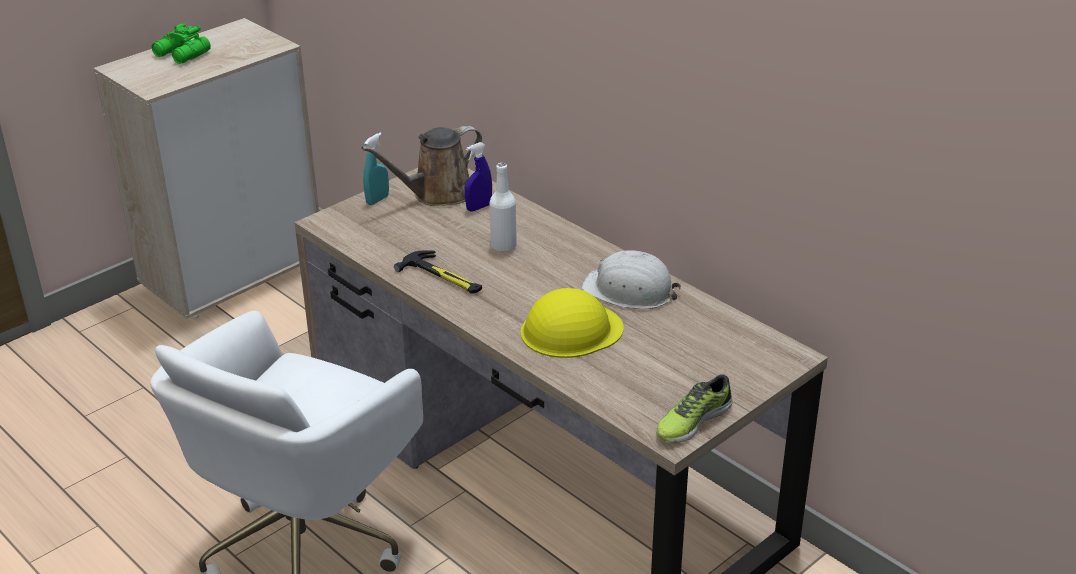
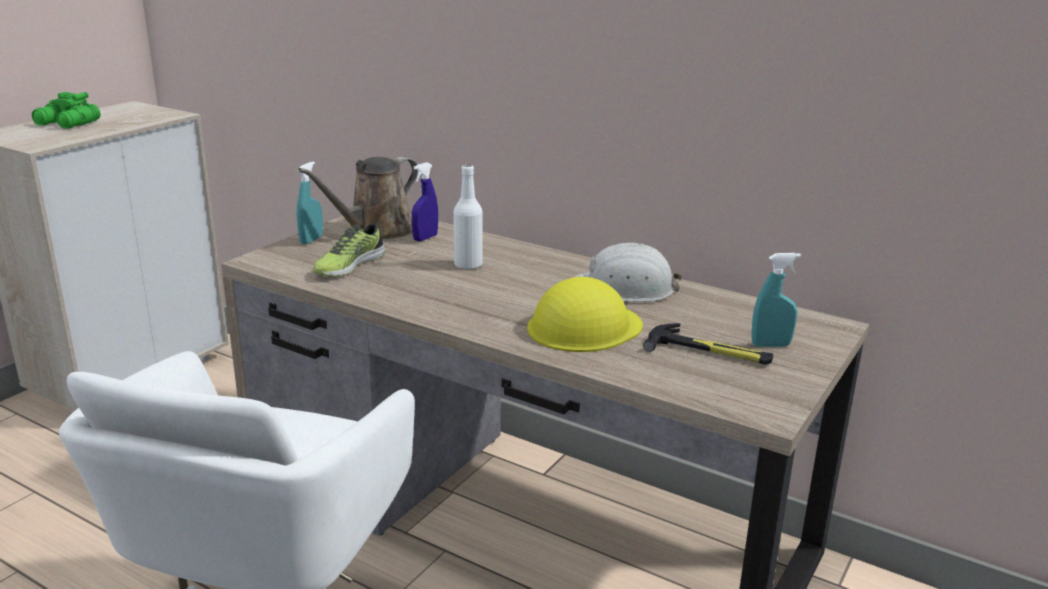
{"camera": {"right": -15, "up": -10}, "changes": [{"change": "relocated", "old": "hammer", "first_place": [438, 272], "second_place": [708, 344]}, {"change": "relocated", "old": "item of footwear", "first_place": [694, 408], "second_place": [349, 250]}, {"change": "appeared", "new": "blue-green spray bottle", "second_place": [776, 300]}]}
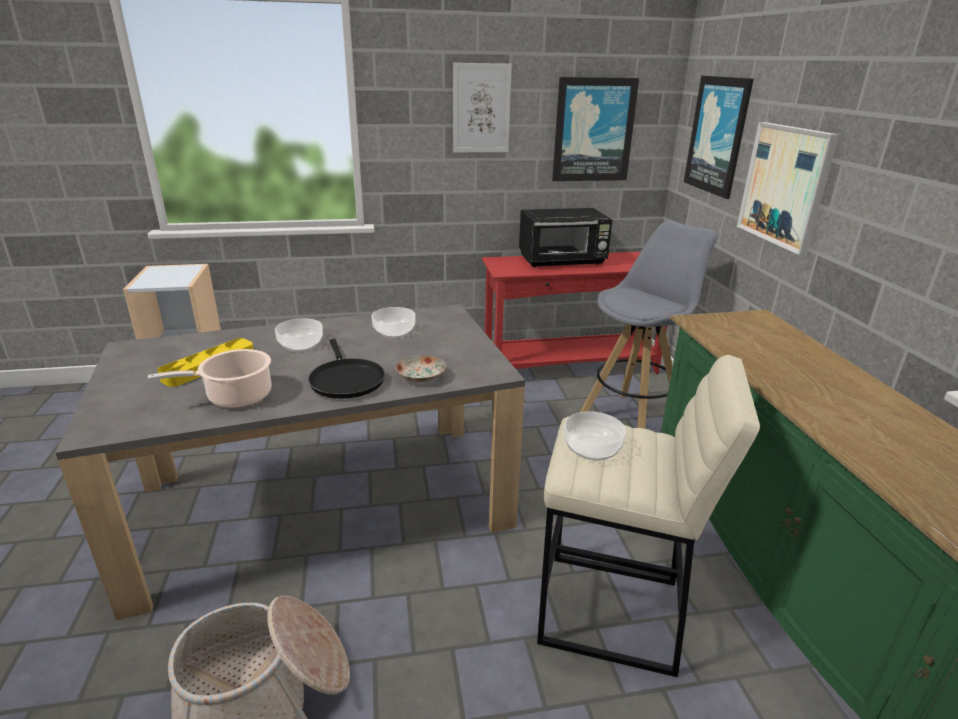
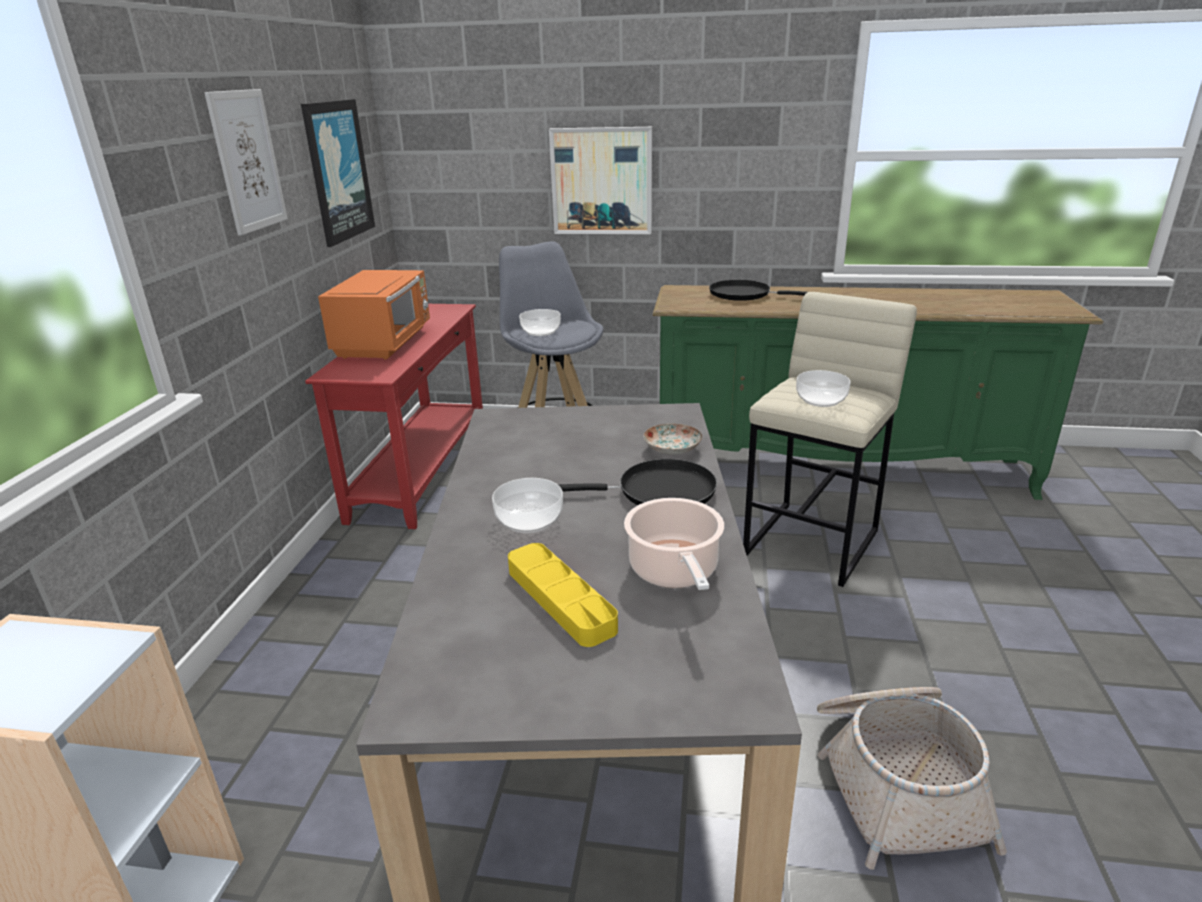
{"camera": {"right": -70, "up": 0}, "changes": [{"change": "missing", "old": "picture", "first_place": [719, 137]}, {"change": "colour", "old": "black kitchen microwave", "new": "orange-coloured kitchen microwave", "first_place": [565, 237], "second_place": [374, 314]}, {"change": "relocated", "old": "serving bowl", "first_place": [394, 322], "second_place": [540, 322]}, {"change": "appeared", "new": "black frying pan", "second_place": [758, 290]}]}
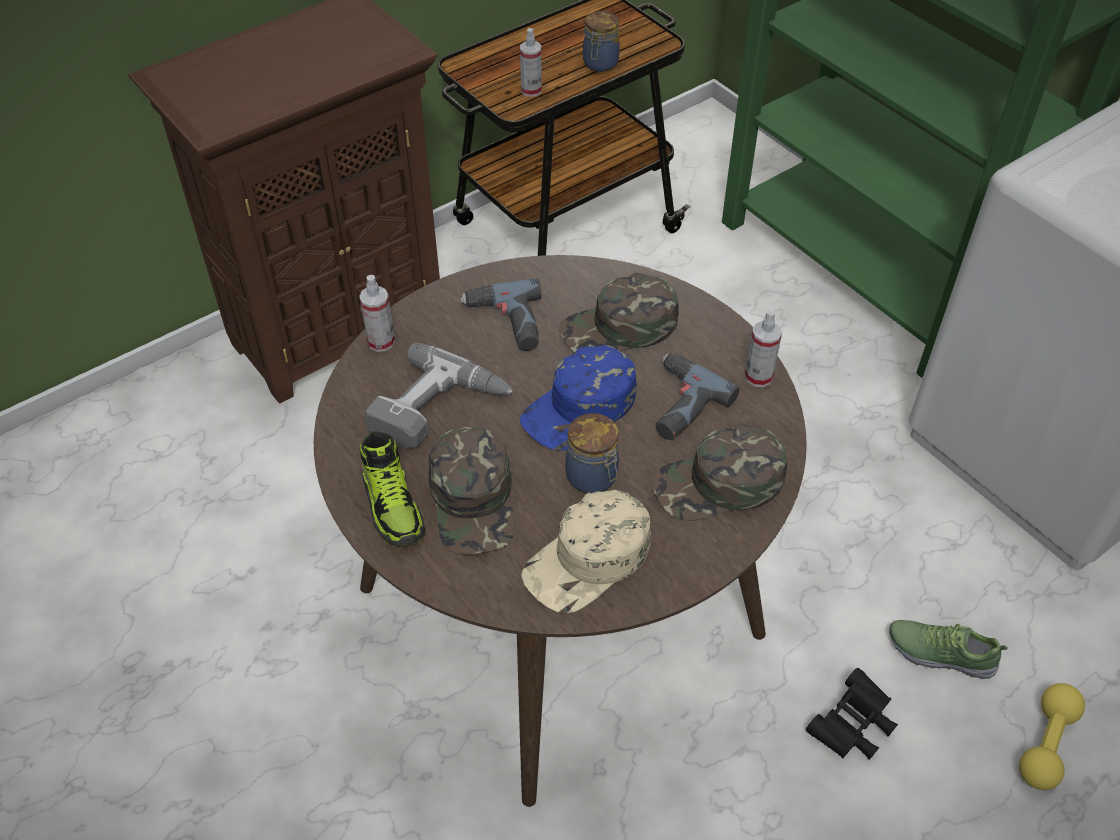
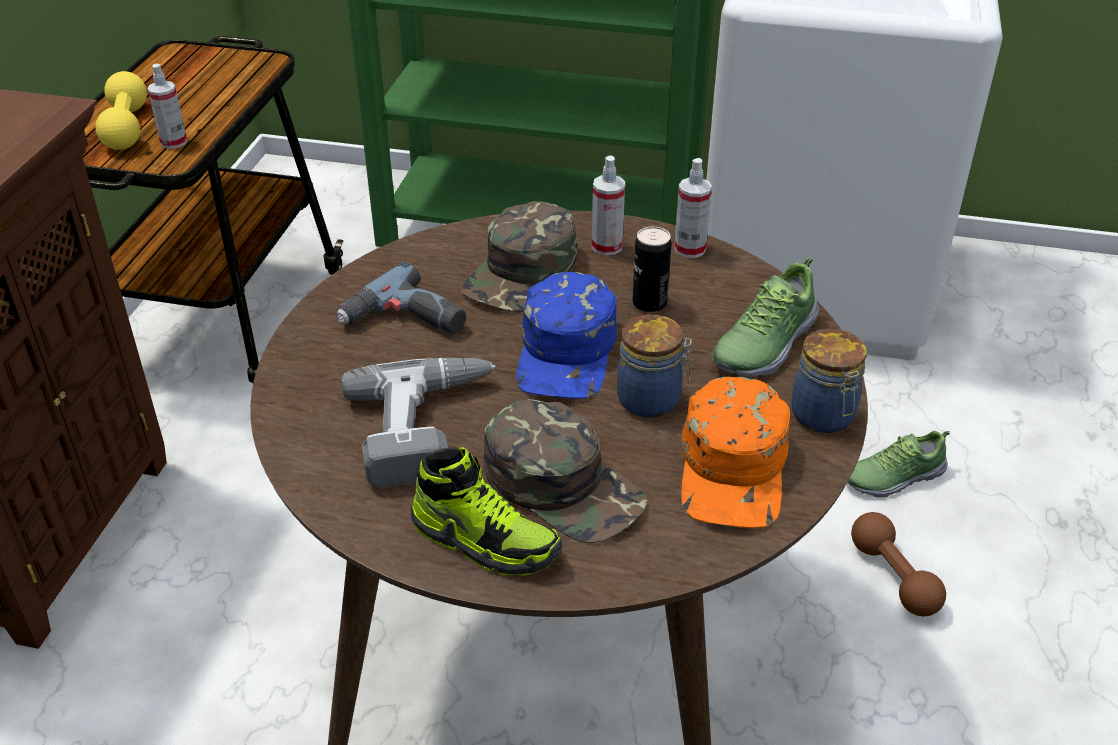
{"camera": {"right": -40, "up": -10}, "changes": [{"change": "relocated", "old": "jar", "first_place": [601, 41], "second_place": [829, 381]}, {"change": "relocated", "old": "spray bottle", "first_place": [377, 313], "second_place": [608, 205]}, {"change": "exchanged", "old": "power drill", "new": "can", "first_place": [698, 396], "second_place": [651, 269]}, {"change": "exchanged", "old": "green-coloured baseball cap", "new": "item of footwear", "first_place": [719, 472], "second_place": [765, 317]}, {"change": "colour", "old": "beige-coloured baseball cap", "new": "orange-coloured baseball cap", "first_place": [586, 551], "second_place": [735, 452]}, {"change": "exchanged", "old": "black field glasses", "new": "brown free weight", "first_place": [852, 714], "second_place": [898, 564]}, {"change": "relocated", "old": "yellow free weight", "first_place": [1052, 736], "second_place": [121, 110]}]}
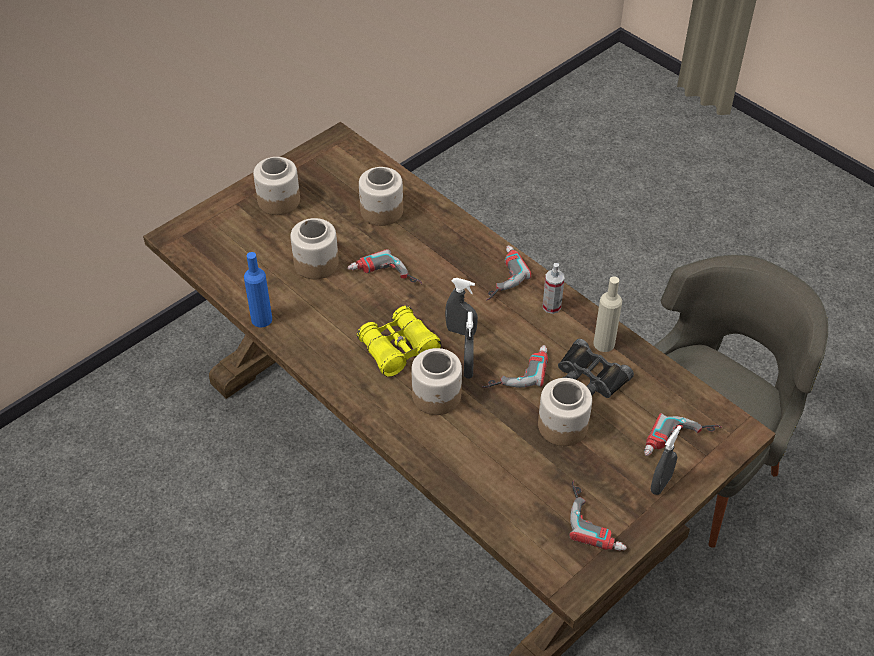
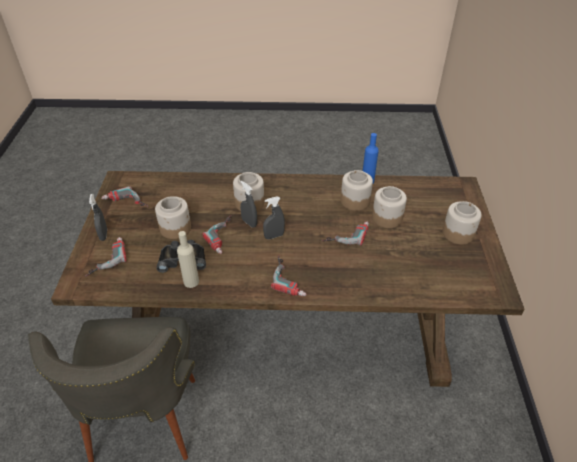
{"camera": {"right": 135, "up": -5}, "changes": [{"change": "relocated", "old": "jar", "first_place": [381, 196], "second_place": [357, 190]}, {"change": "missing", "old": "spray bottle", "first_place": [554, 288]}, {"change": "missing", "old": "yellow field glasses", "first_place": [399, 341]}]}
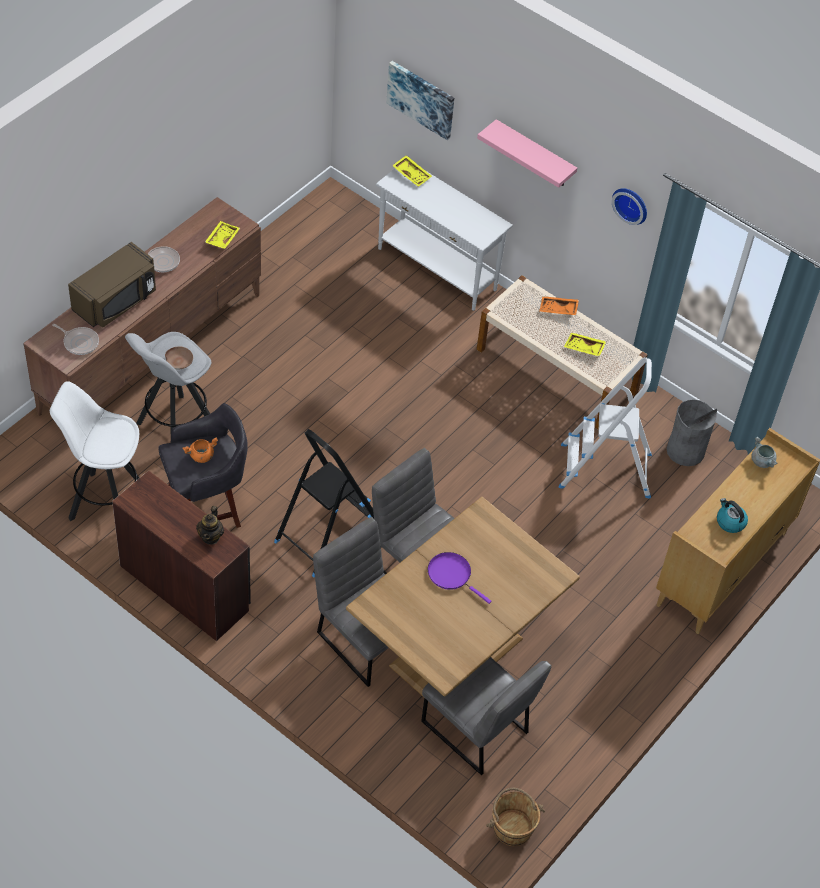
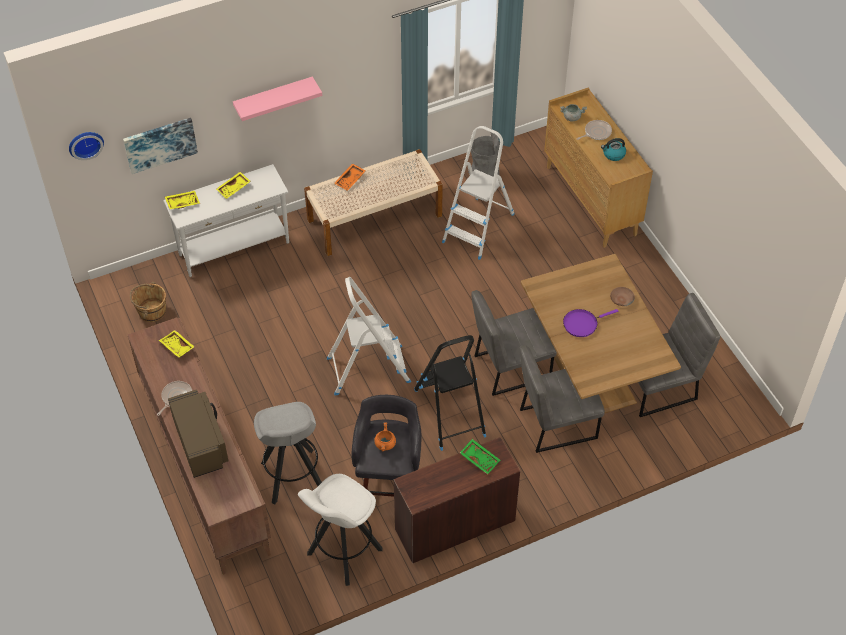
{"camera": {"right": -60, "up": 0}, "changes": [{"change": "relocated", "old": "wall clock", "first_place": [629, 206], "second_place": [86, 146]}, {"change": "relocated", "old": "frying pan", "first_place": [76, 339], "second_place": [594, 130]}, {"change": "relocated", "old": "yellow carrying tray", "first_place": [585, 344], "second_place": [233, 185]}, {"change": "relocated", "old": "brown serving bowl", "first_place": [179, 358], "second_place": [622, 296]}, {"change": "exchanged", "old": "tea pot", "new": "green-coloured carrying tray", "first_place": [210, 525], "second_place": [480, 456]}, {"change": "relocated", "old": "brown pail", "first_place": [515, 817], "second_place": [148, 302]}, {"change": "appeared", "new": "whitish stepladder", "second_place": [369, 336]}]}
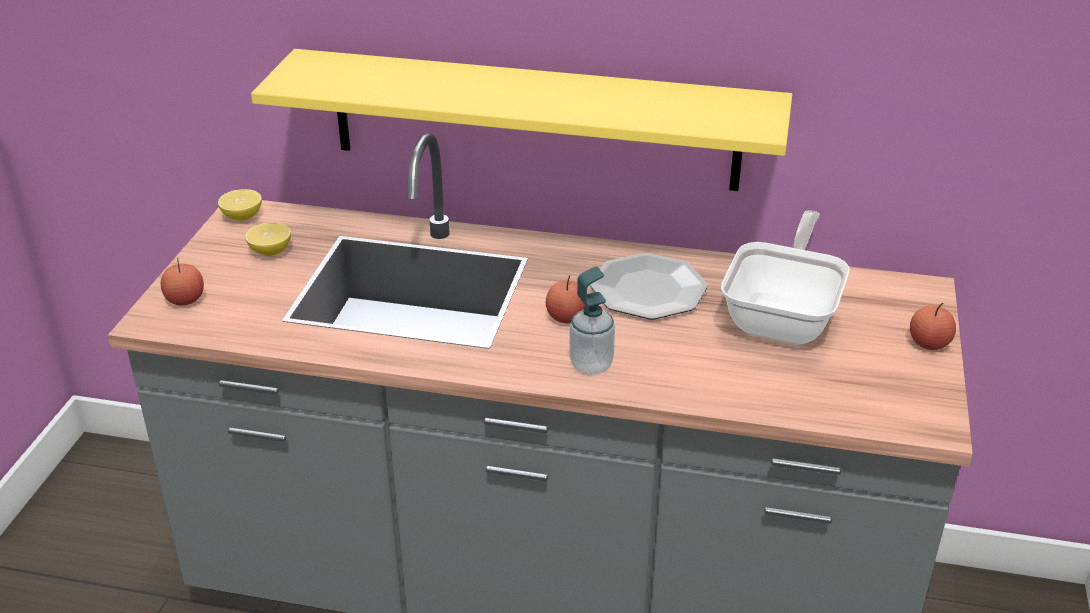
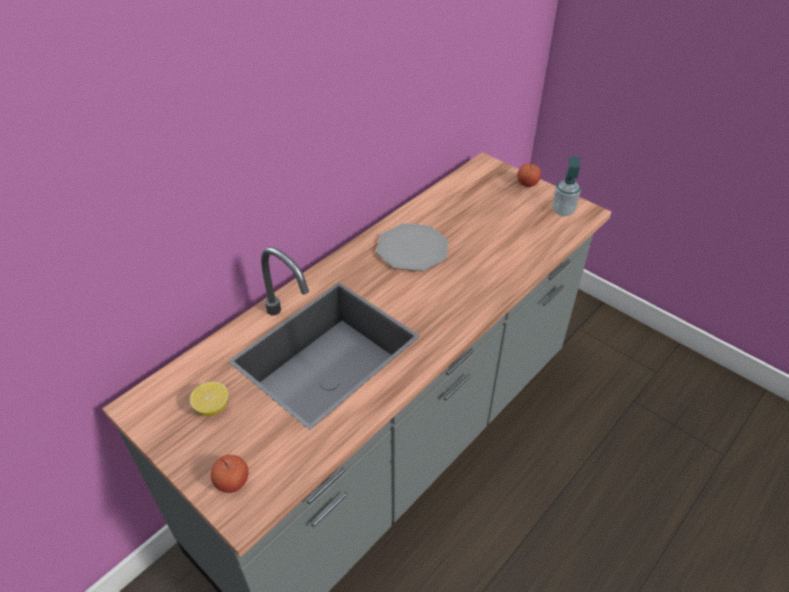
{"camera": {"right": -60, "up": 10}, "changes": [{"change": "missing", "old": "yellow bracket shelf", "first_place": [521, 120]}, {"change": "missing", "old": "lemon", "first_place": [240, 205]}, {"change": "missing", "old": "frying pan", "first_place": [785, 277]}, {"change": "relocated", "old": "soap bottle", "first_place": [592, 320], "second_place": [566, 186]}, {"change": "missing", "old": "apple fruit", "first_place": [566, 299]}]}
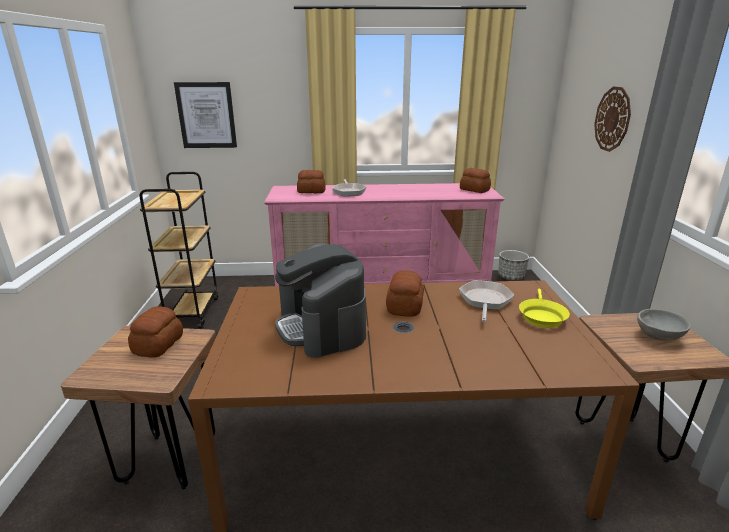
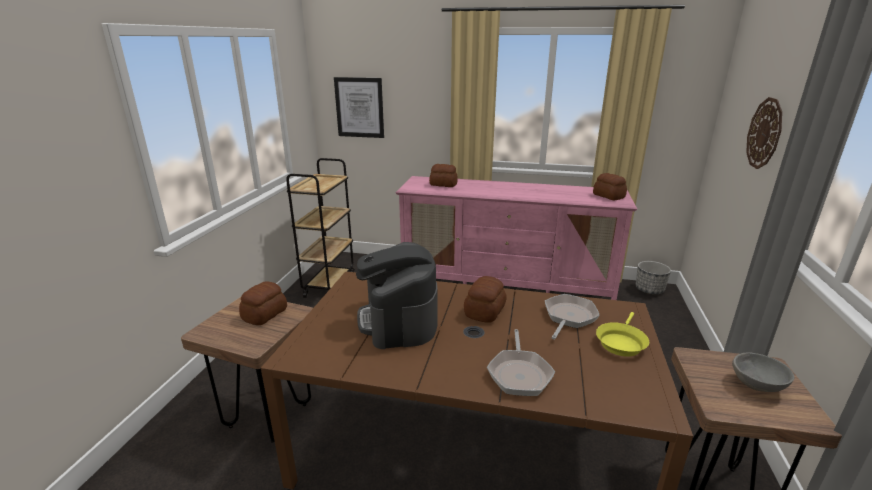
{"camera": {"right": 15, "up": 0}, "changes": [{"change": "relocated", "old": "frying pan", "first_place": [349, 187], "second_place": [521, 362]}]}
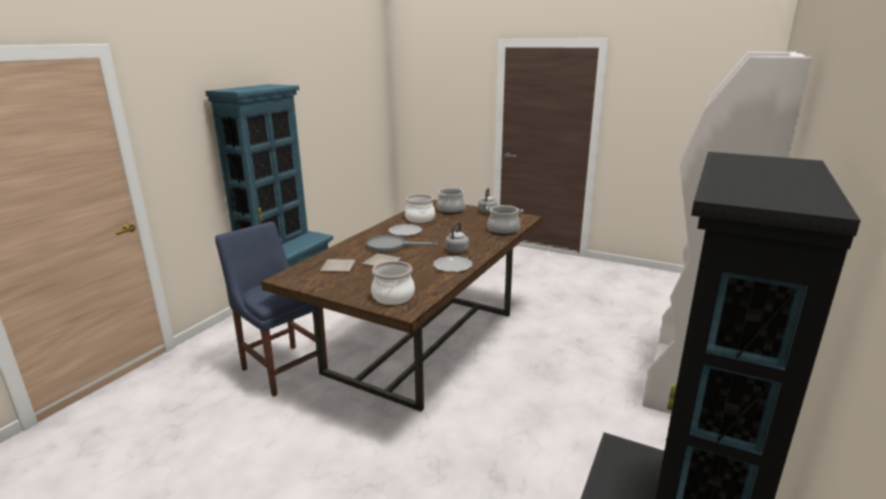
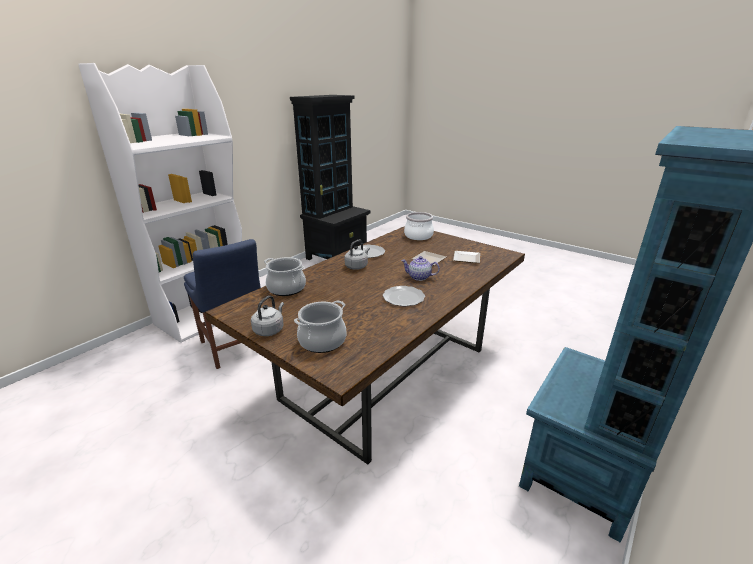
{"camera": {"right": -170, "up": 5}, "changes": [{"change": "missing", "old": "cooking pot", "first_place": [420, 208]}, {"change": "relocated", "old": "bluish chair", "first_place": [271, 309], "second_place": [222, 304]}, {"change": "exchanged", "old": "greyish frying pan", "new": "tea pot", "first_place": [402, 243], "second_place": [420, 268]}]}
